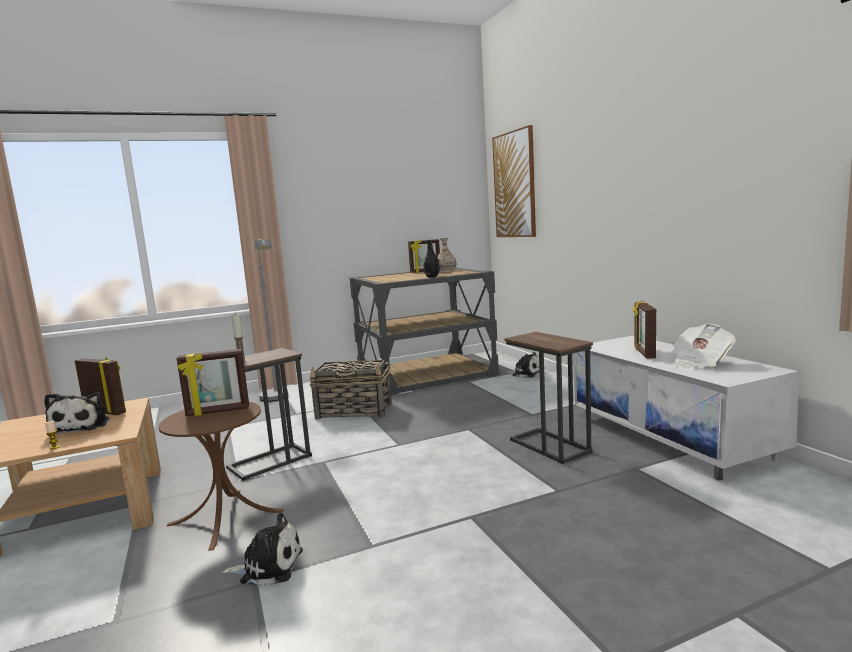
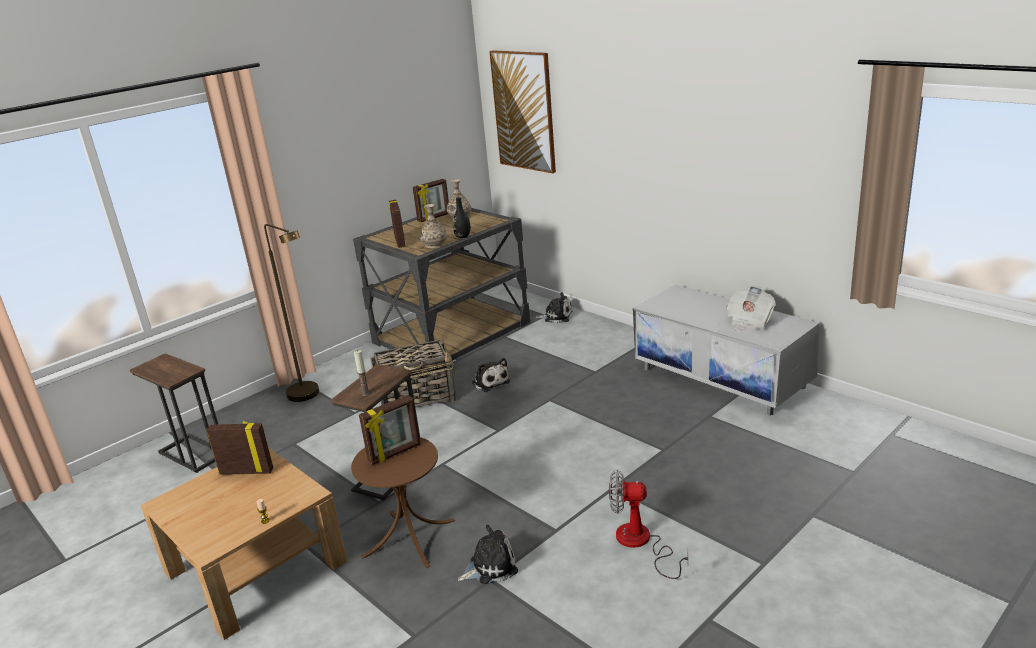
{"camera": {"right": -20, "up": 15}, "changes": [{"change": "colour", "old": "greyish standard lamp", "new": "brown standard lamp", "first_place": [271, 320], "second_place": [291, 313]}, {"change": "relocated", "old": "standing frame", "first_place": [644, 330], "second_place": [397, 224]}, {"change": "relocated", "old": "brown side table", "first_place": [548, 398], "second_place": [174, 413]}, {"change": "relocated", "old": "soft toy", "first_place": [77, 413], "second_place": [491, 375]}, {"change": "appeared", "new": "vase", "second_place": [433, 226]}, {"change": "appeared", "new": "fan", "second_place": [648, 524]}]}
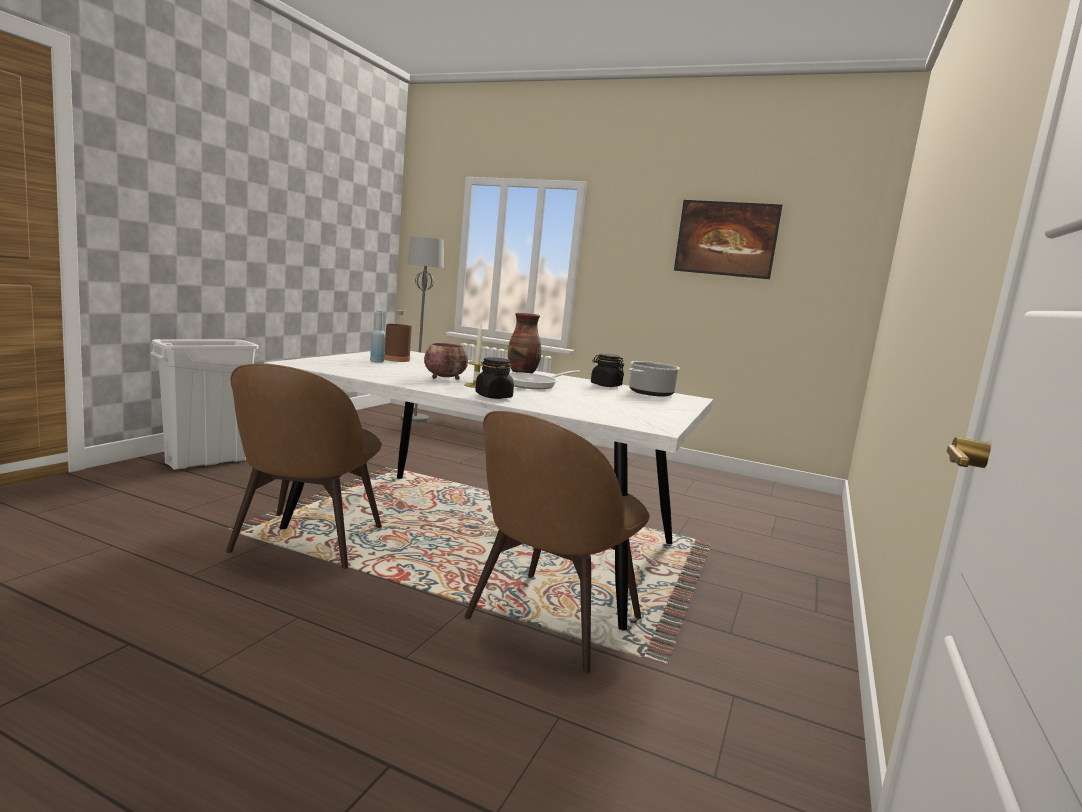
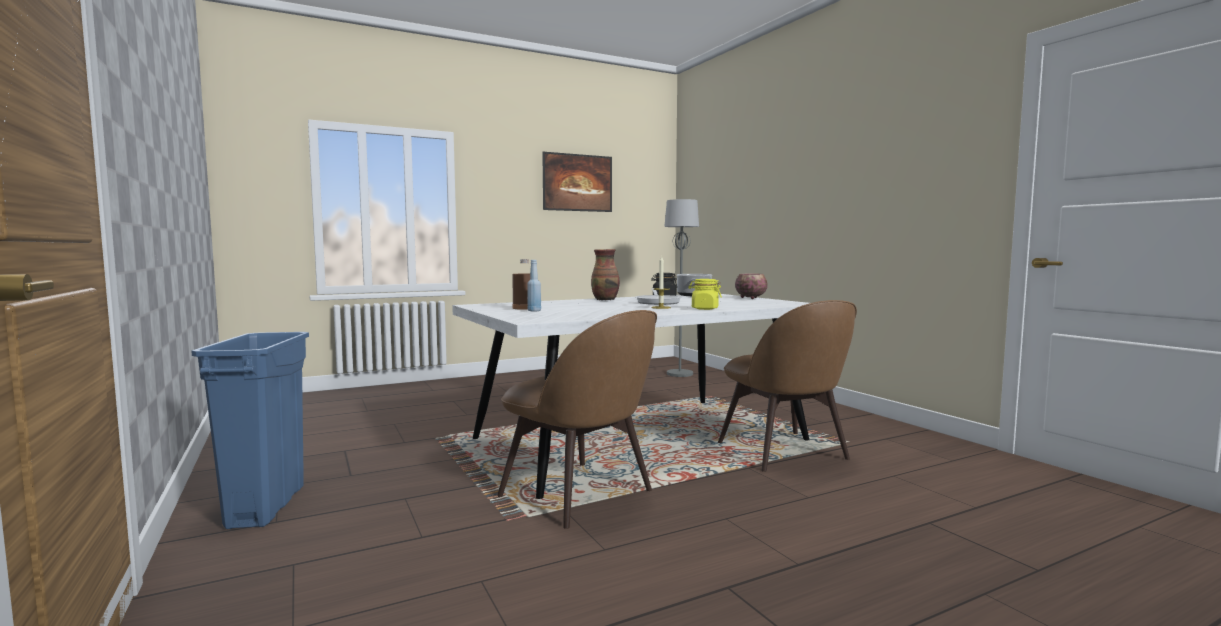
{"camera": {"right": -50, "up": -5}, "changes": [{"change": "relocated", "old": "greyish standard lamp", "first_place": [423, 329], "second_place": [681, 288]}, {"change": "colour", "old": "whitish trash can", "new": "bluish trash can", "first_place": [205, 404], "second_place": [250, 430]}, {"change": "relocated", "old": "serving bowl", "first_place": [446, 361], "second_place": [751, 286]}, {"change": "colour", "old": "black jar", "new": "yellow jar", "first_place": [494, 378], "second_place": [705, 294]}]}
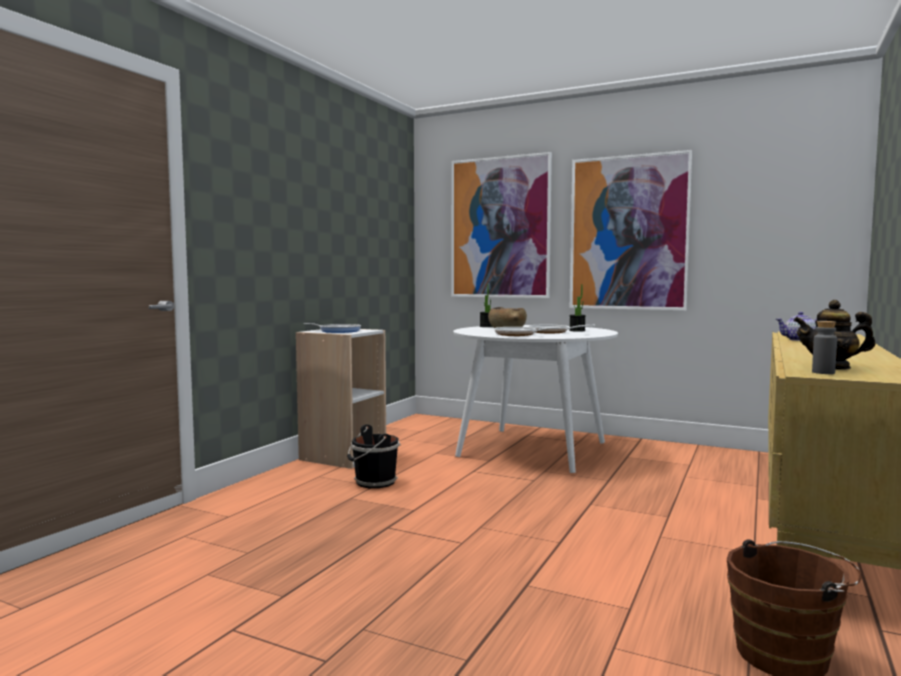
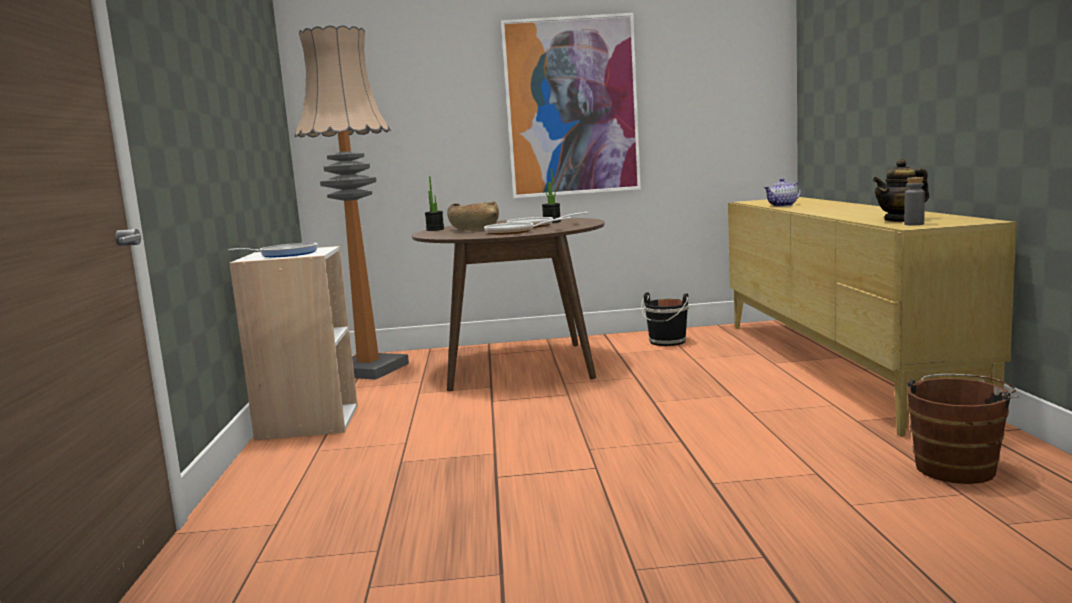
{"camera": {"right": -30, "up": 5}, "changes": [{"change": "missing", "old": "picture", "first_place": [501, 225]}, {"change": "colour", "old": "whitish kitchen table", "new": "brown kitchen table", "first_place": [535, 399], "second_place": [508, 304]}, {"change": "relocated", "old": "black pail", "first_place": [374, 456], "second_place": [665, 319]}, {"change": "appeared", "new": "standard lamp", "second_place": [352, 202]}]}
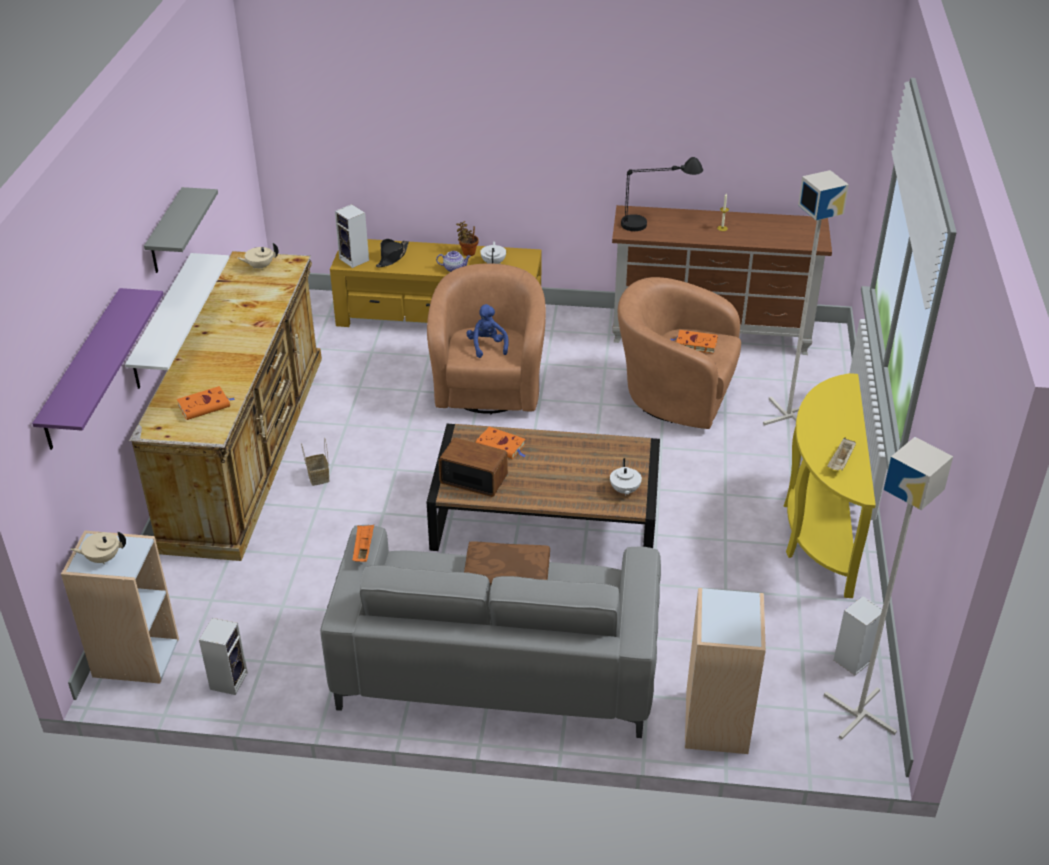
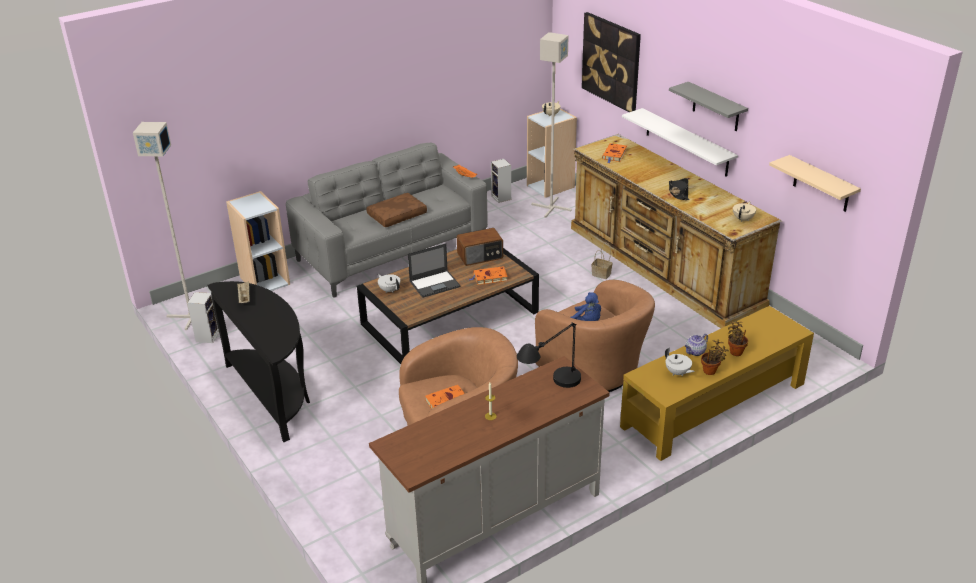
{"camera": {"right": 140, "up": -5}, "changes": [{"change": "relocated", "old": "greyish standard lamp", "first_place": [806, 298], "second_place": [551, 125]}, {"change": "missing", "old": "audio speaker", "first_place": [352, 236]}, {"change": "relocated", "old": "black hat", "first_place": [392, 253], "second_place": [679, 189]}, {"change": "exchanged", "old": "purplish bracket shelf", "new": "picture", "first_place": [97, 369], "second_place": [611, 62]}, {"change": "colour", "old": "yellow hall table", "new": "black hall table", "first_place": [829, 485], "second_place": [259, 361]}, {"change": "appeared", "new": "beige-coloured bracket shelf", "second_place": [815, 183]}, {"change": "appeared", "new": "laptop", "second_place": [434, 270]}, {"change": "appeared", "new": "potted plant", "second_place": [738, 338]}]}
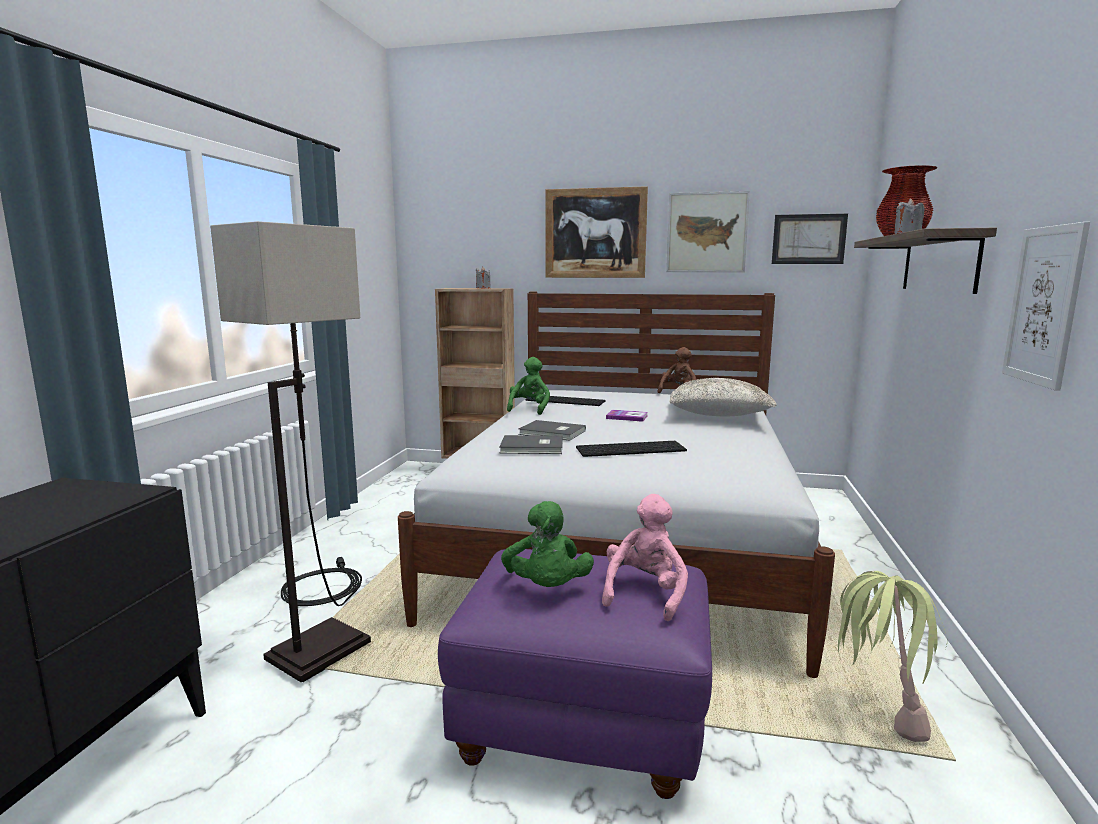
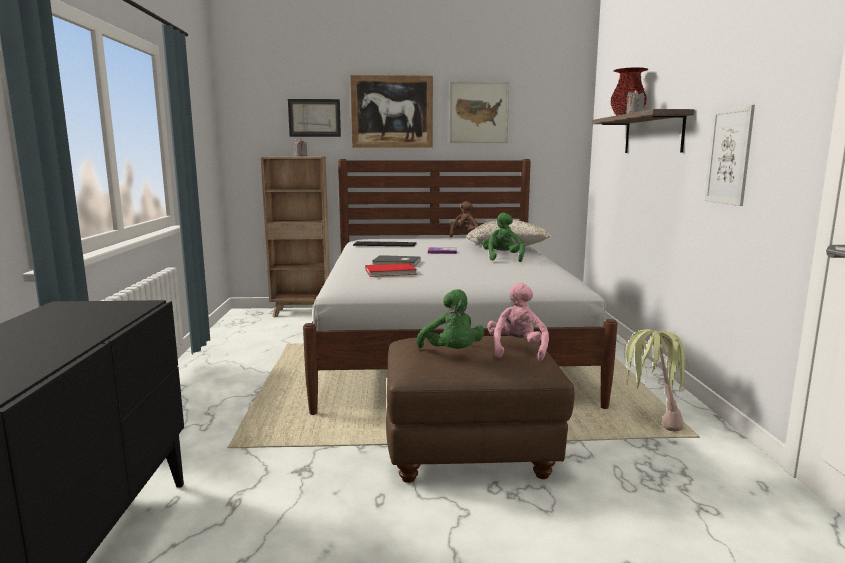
{"camera": {"right": -15, "up": 0}, "changes": [{"change": "relocated", "old": "picture", "first_place": [810, 239], "second_place": [314, 118]}, {"change": "missing", "old": "standard lamp", "first_place": [290, 451]}, {"change": "relocated", "old": "green-coloured soft toy", "first_place": [528, 386], "second_place": [503, 237]}, {"change": "colour", "old": "greyish book", "new": "red-coloured book", "first_place": [531, 444], "second_place": [391, 270]}, {"change": "missing", "old": "PC keyboard", "first_place": [631, 449]}, {"change": "colour", "old": "purplish ottoman", "new": "brown ottoman", "first_place": [575, 674], "second_place": [480, 409]}]}
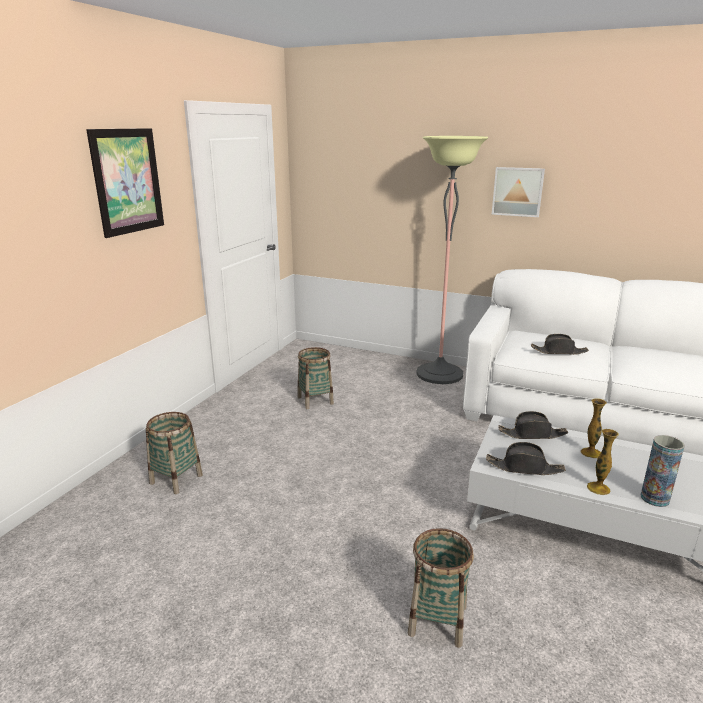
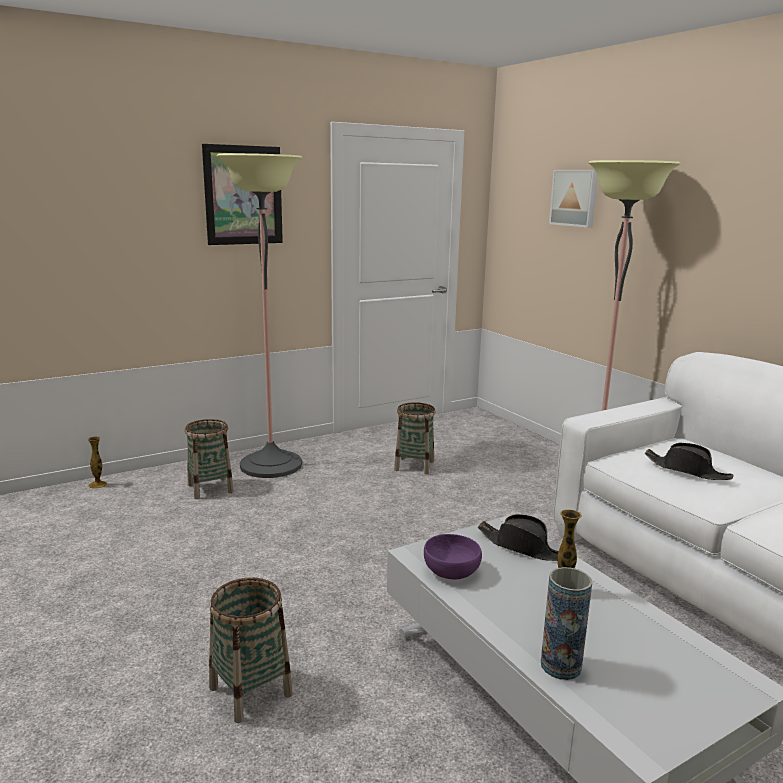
{"camera": {"right": 35, "up": -5}, "changes": [{"change": "relocated", "old": "picture", "first_place": [518, 192], "second_place": [573, 199]}, {"change": "relocated", "old": "vase", "first_place": [603, 462], "second_place": [97, 462]}, {"change": "exchanged", "old": "black hat", "new": "purplish serving bowl", "first_place": [526, 458], "second_place": [453, 556]}, {"change": "appeared", "new": "standard lamp", "second_place": [259, 315]}]}
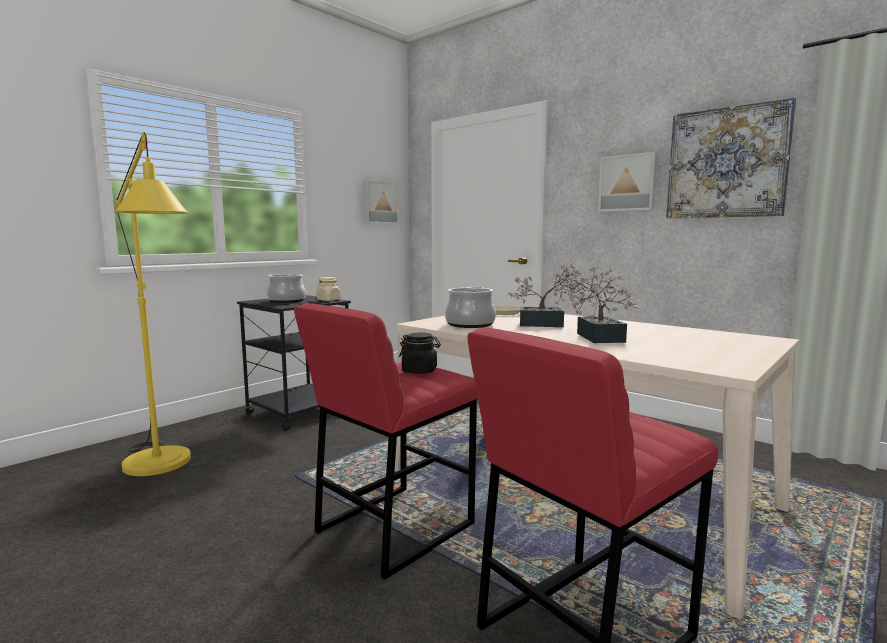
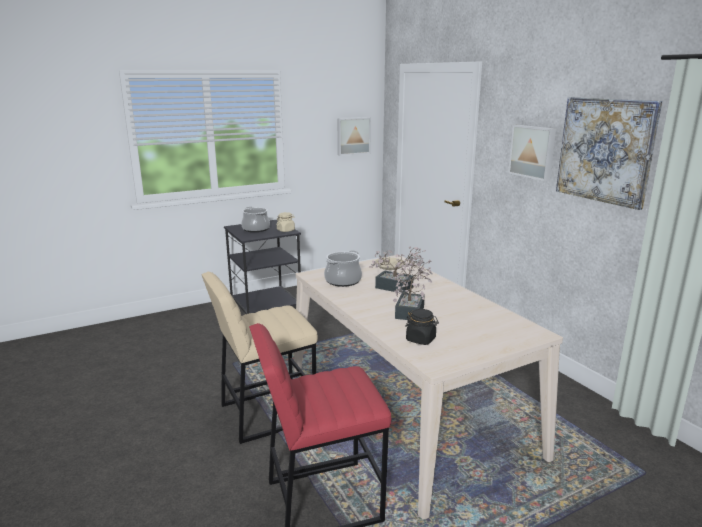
{"camera": {"right": 20, "up": 10}, "changes": [{"change": "missing", "old": "yellow standard lamp", "first_place": [152, 304]}, {"change": "colour", "old": "red-coloured sitting stool", "new": "beige-coloured sitting stool", "first_place": [386, 441], "second_place": [259, 358]}, {"change": "relocated", "old": "black jar", "first_place": [420, 353], "second_place": [422, 327]}]}
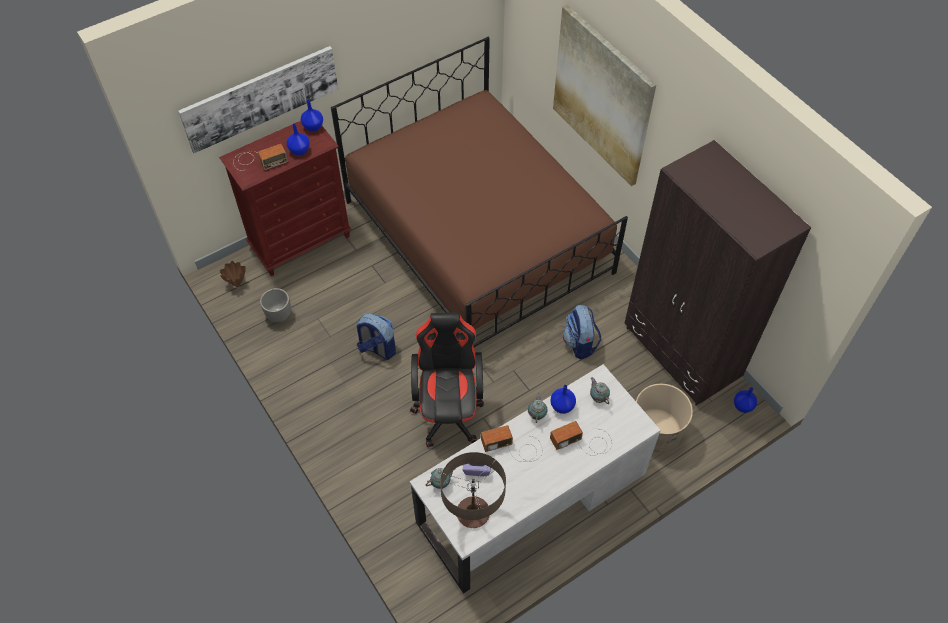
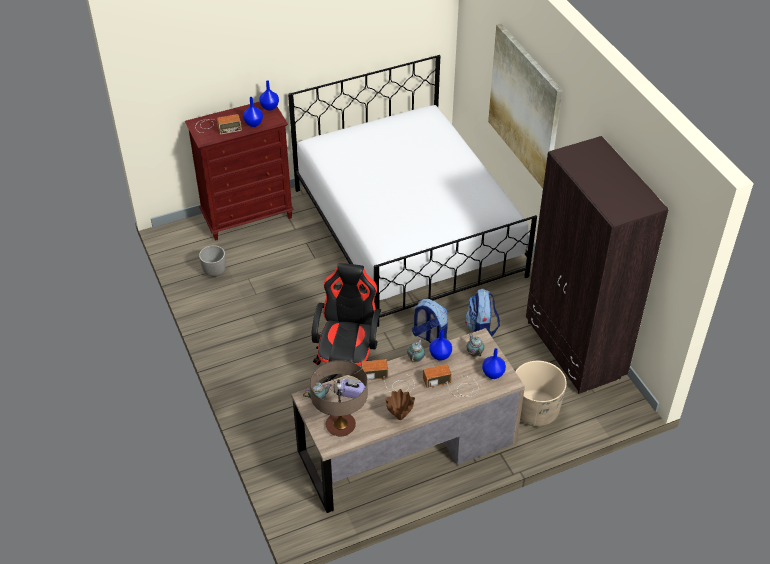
{"camera": {"right": 10, "up": -10}, "changes": [{"change": "colour", "old": "brown bedroom bed", "new": "whitish bedroom bed", "first_place": [479, 192], "second_place": [412, 191]}, {"change": "missing", "old": "picture", "first_place": [258, 99]}, {"change": "relocated", "old": "brown vase", "first_place": [233, 274], "second_place": [400, 404]}, {"change": "relocated", "old": "rucksack", "first_place": [376, 336], "second_place": [430, 321]}, {"change": "colour", "old": "whitish desk table", "new": "brown desk table", "first_place": [535, 479], "second_place": [408, 420]}, {"change": "relocated", "old": "bluish vase", "first_place": [745, 400], "second_place": [494, 363]}]}
